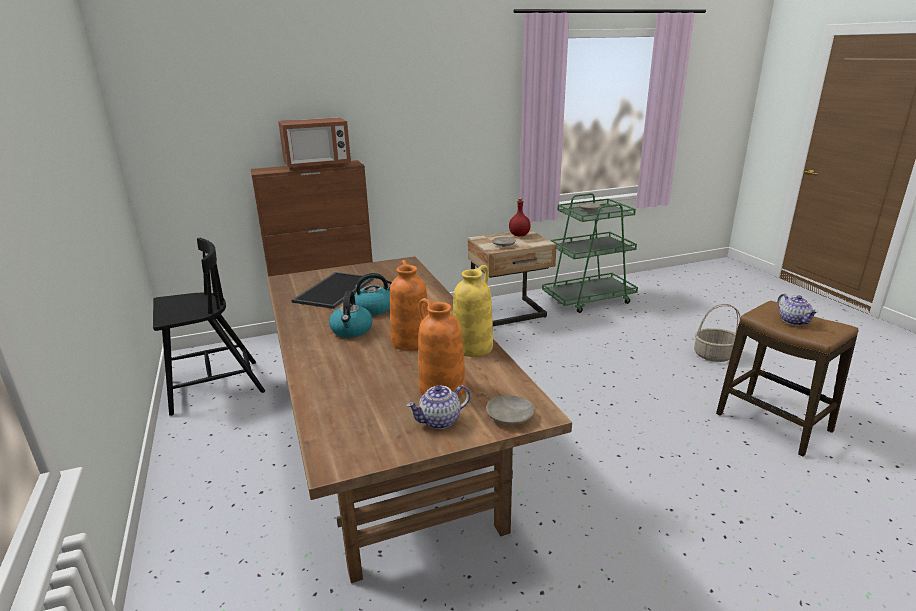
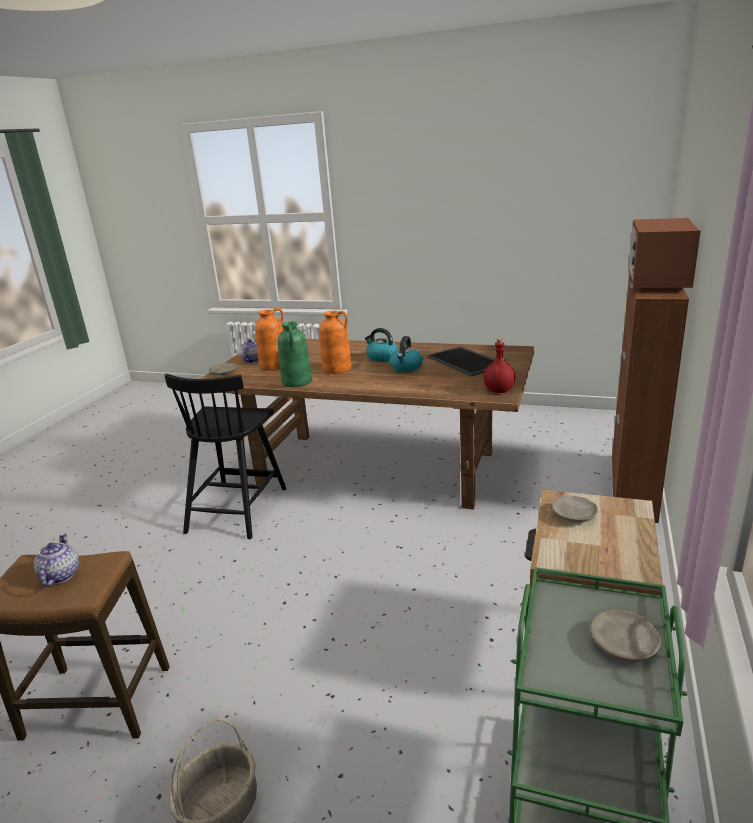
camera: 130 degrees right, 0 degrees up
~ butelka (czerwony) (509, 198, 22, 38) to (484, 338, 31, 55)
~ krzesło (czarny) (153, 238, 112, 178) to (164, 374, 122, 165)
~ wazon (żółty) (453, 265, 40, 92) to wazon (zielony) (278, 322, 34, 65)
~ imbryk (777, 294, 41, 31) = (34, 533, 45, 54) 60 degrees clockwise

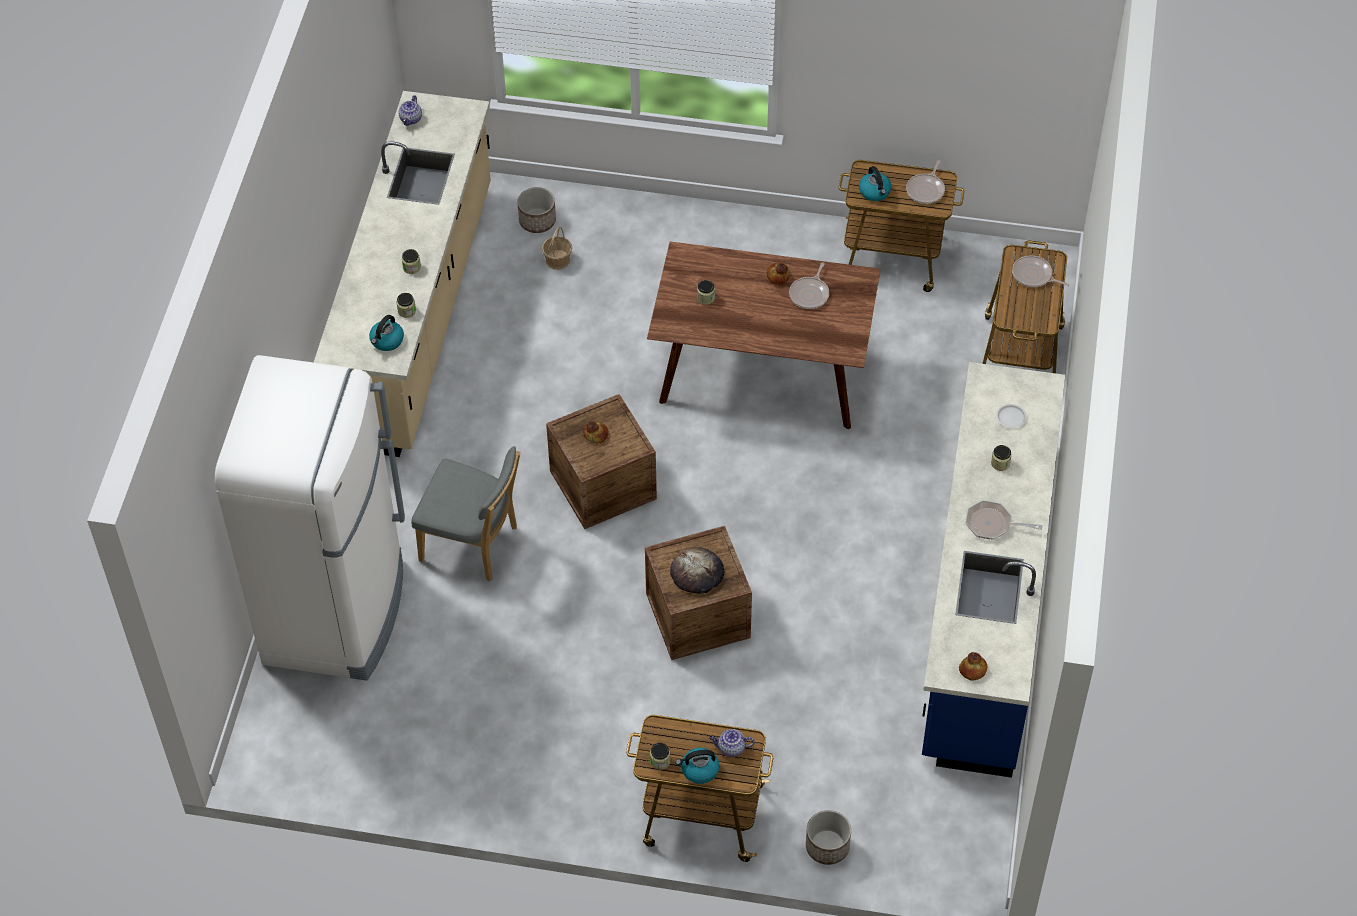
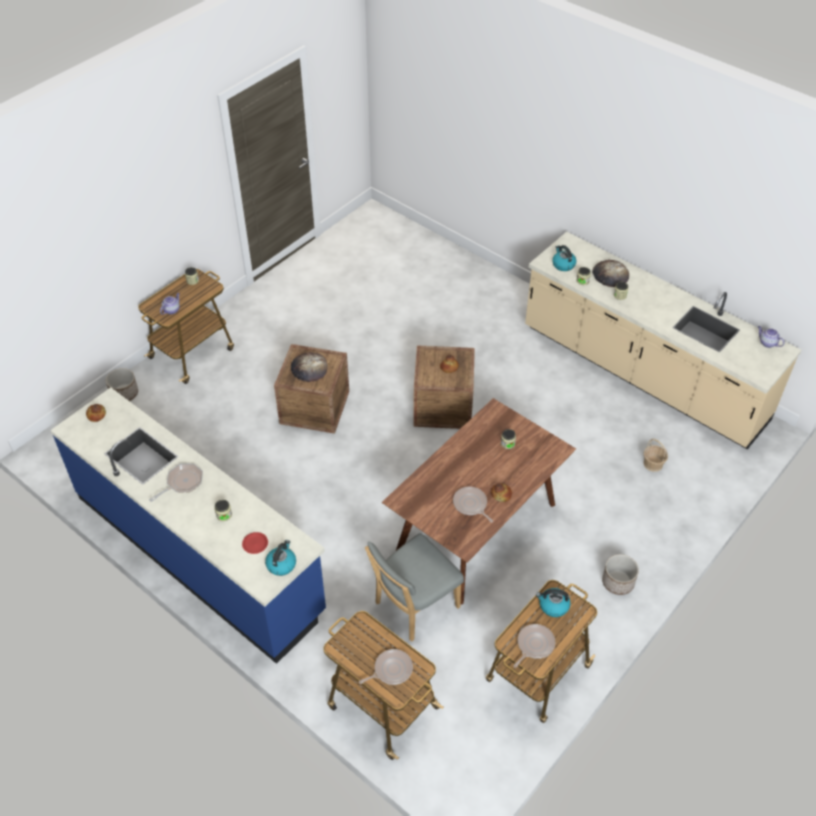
camera: 120 degrees right, 5 degrees down
~ patelnia (906, 160, 39, 44) = (514, 624, 41, 44) 75 degrees clockwise
~ donica (517, 187, 39, 46) to (602, 554, 37, 41)
- lodówka (biały) (215, 355, 190, 326)
~ talerz (biały) (996, 404, 31, 24) to talerz (czerwony) (242, 532, 26, 22)
~ krzesło (szary) (411, 446, 109, 136) to (365, 533, 99, 109)
~ czajnik (676, 748, 43, 36) to (265, 540, 31, 36)
+ chleb (592, 260, 37, 27)

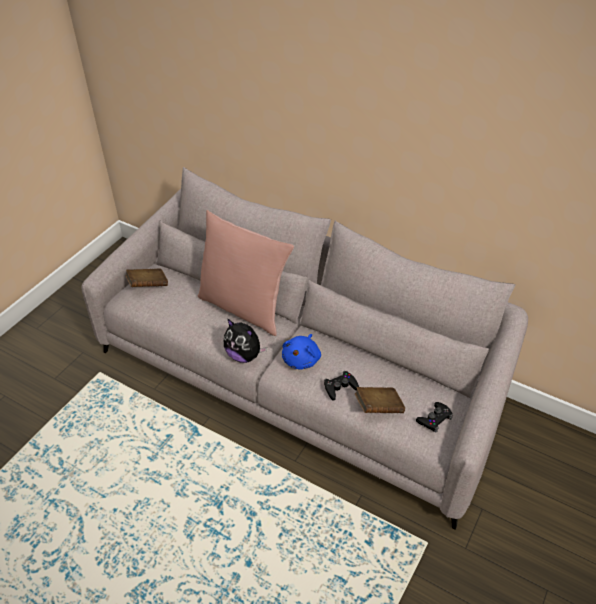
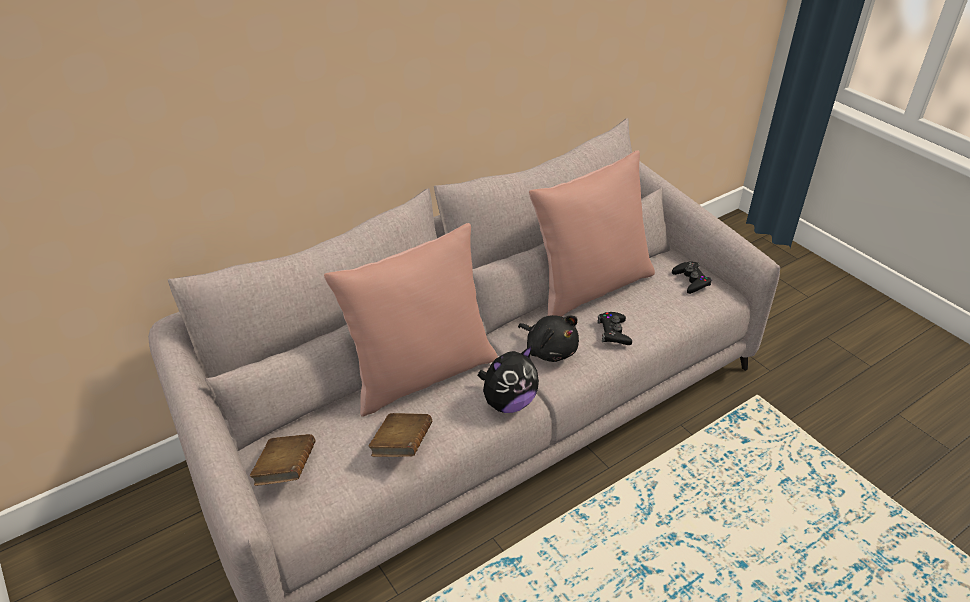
camera: 65 degrees left, 5 degrees down
~ pluszak (niebieski) (282, 334, 39, 36) to pluszak (czarny) (518, 315, 61, 47)
~ książka (brązowy) (355, 387, 50, 26) to (368, 413, 64, 44)
+ poduszka (różowy) (529, 150, 126, 167)

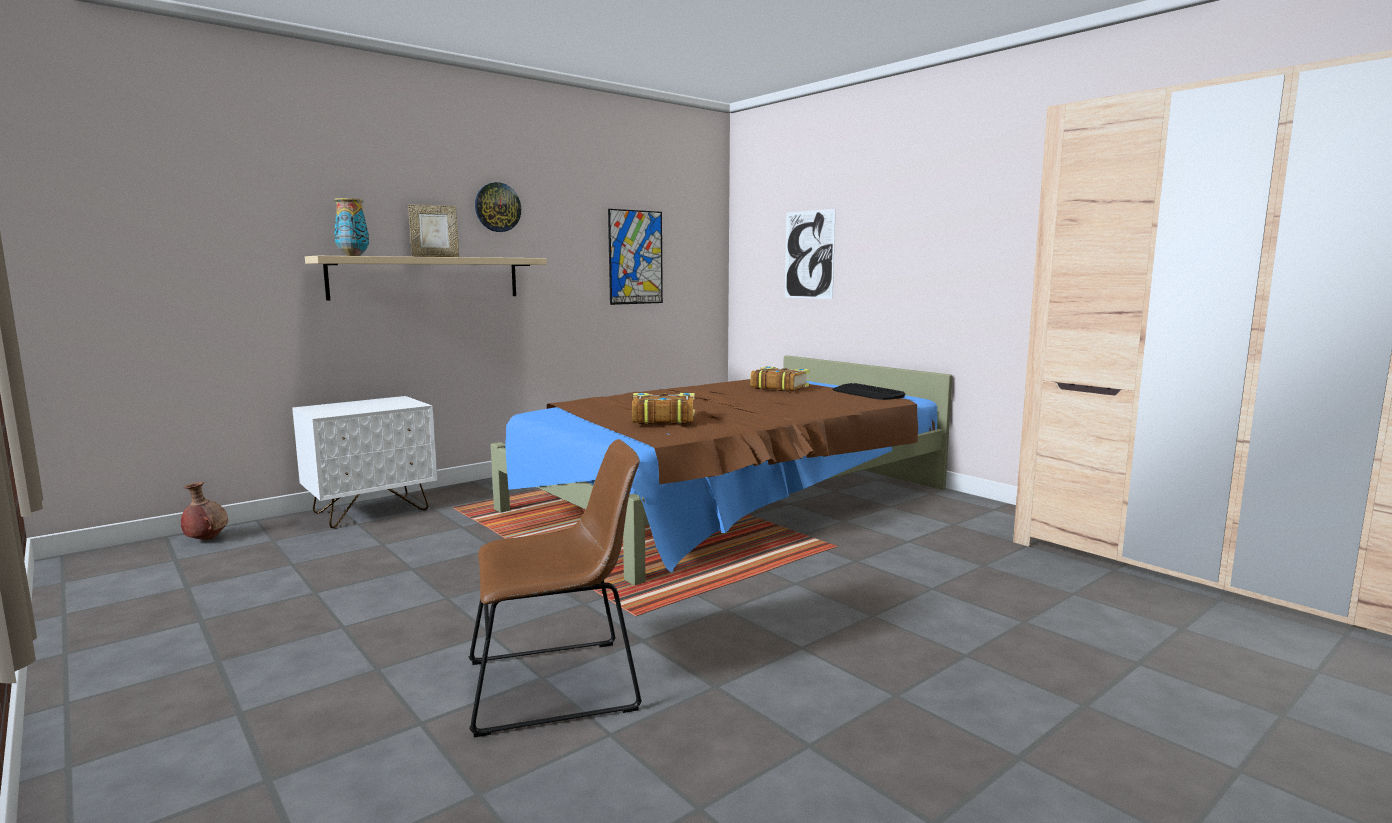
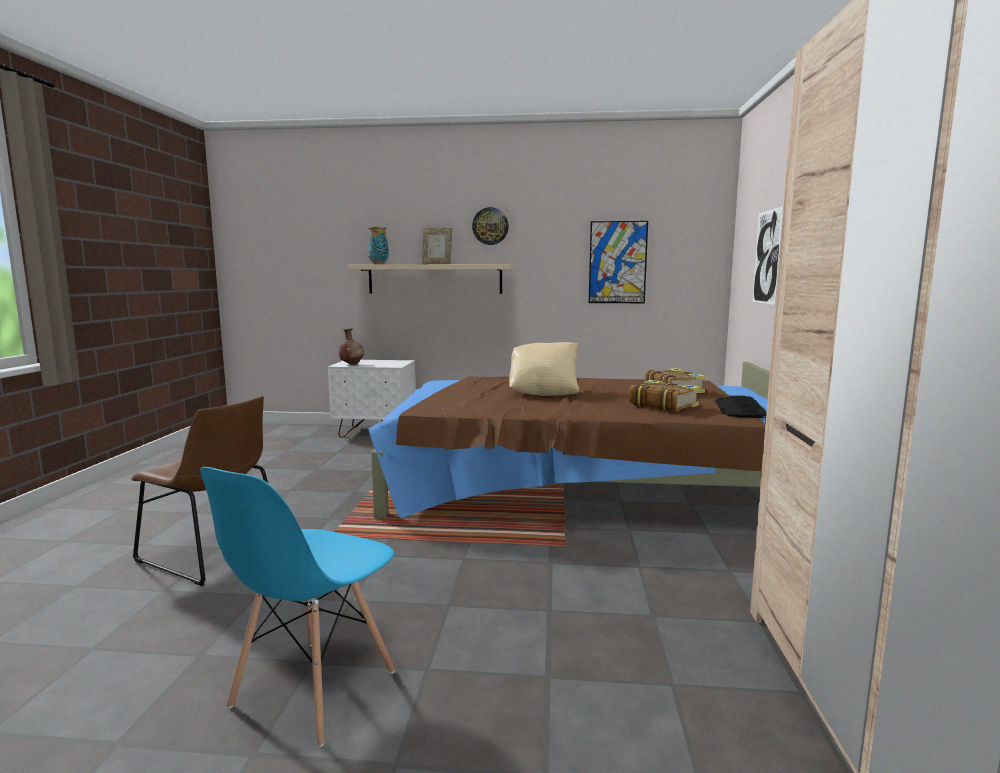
camera: 45 degrees right, 0 degrees up
~ książka (632, 393, 63, 31) to (629, 380, 71, 32)
~ wazon (brązowy) (181, 482, 47, 58) to (339, 328, 25, 37)
+ poduszka (beżowy) (509, 342, 70, 54)
+ krzesło (niebieski) (200, 467, 195, 280)

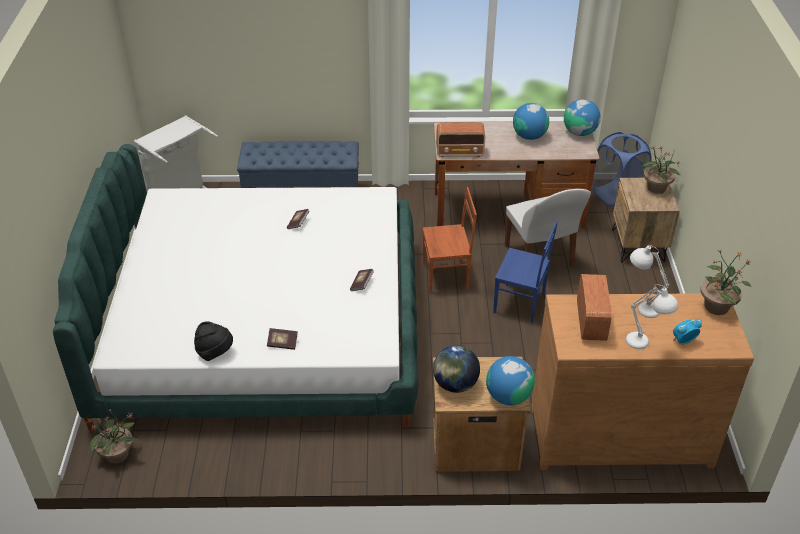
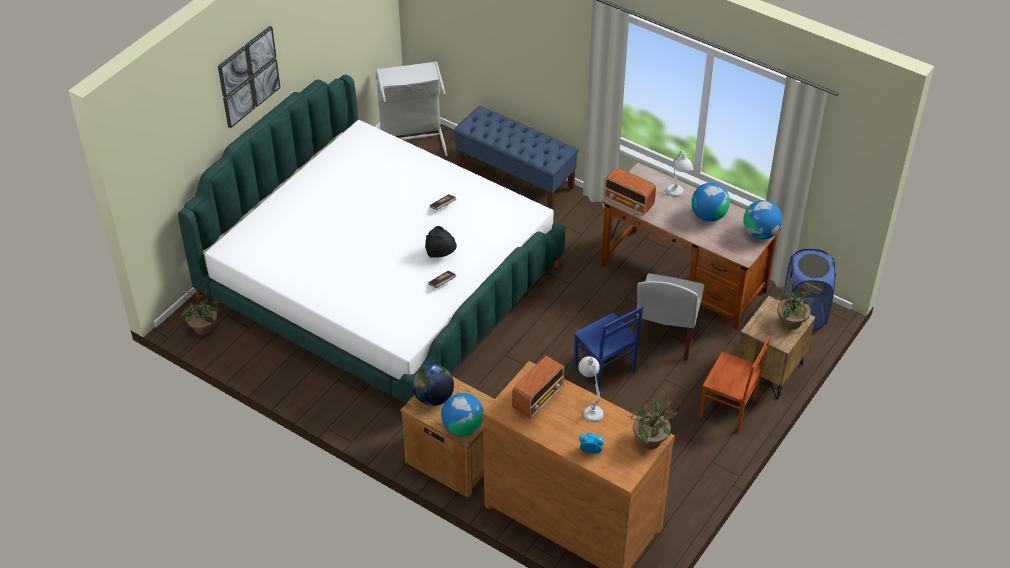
camera: 35 degrees right, 5 degrees up
~ krzesło (brązowy) (423, 187, 54, 106) to (700, 335, 71, 97)
~ lampa stołowa (biały) (626, 284, 52, 65) to (666, 149, 27, 48)
~ kapelusz (czarny) (194, 321, 39, 40) to (425, 226, 32, 32)
- książka (267, 328, 31, 22)
+ obraz (218, 26, 63, 102)

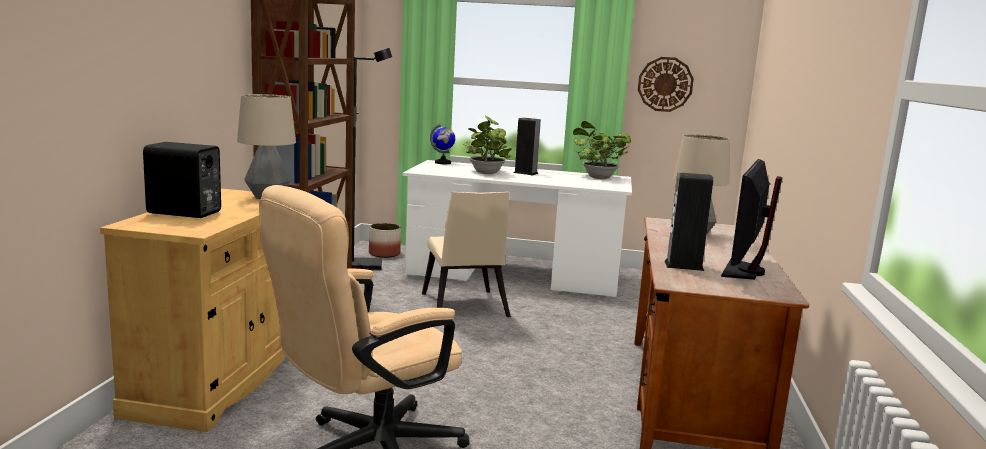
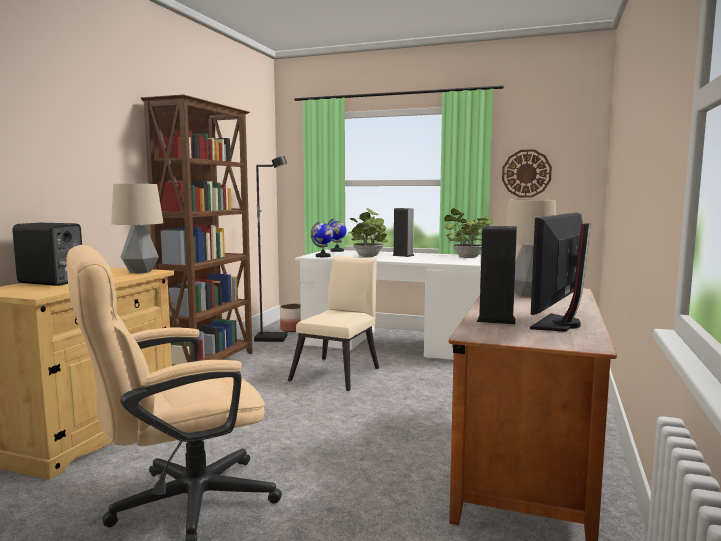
camera: 10 degrees right, 5 degrees down
~ krzesło (beżowy) (422, 192, 89, 125) = (288, 255, 91, 136) 150 degrees counterclockwise
+ globus (311, 221, 23, 36)

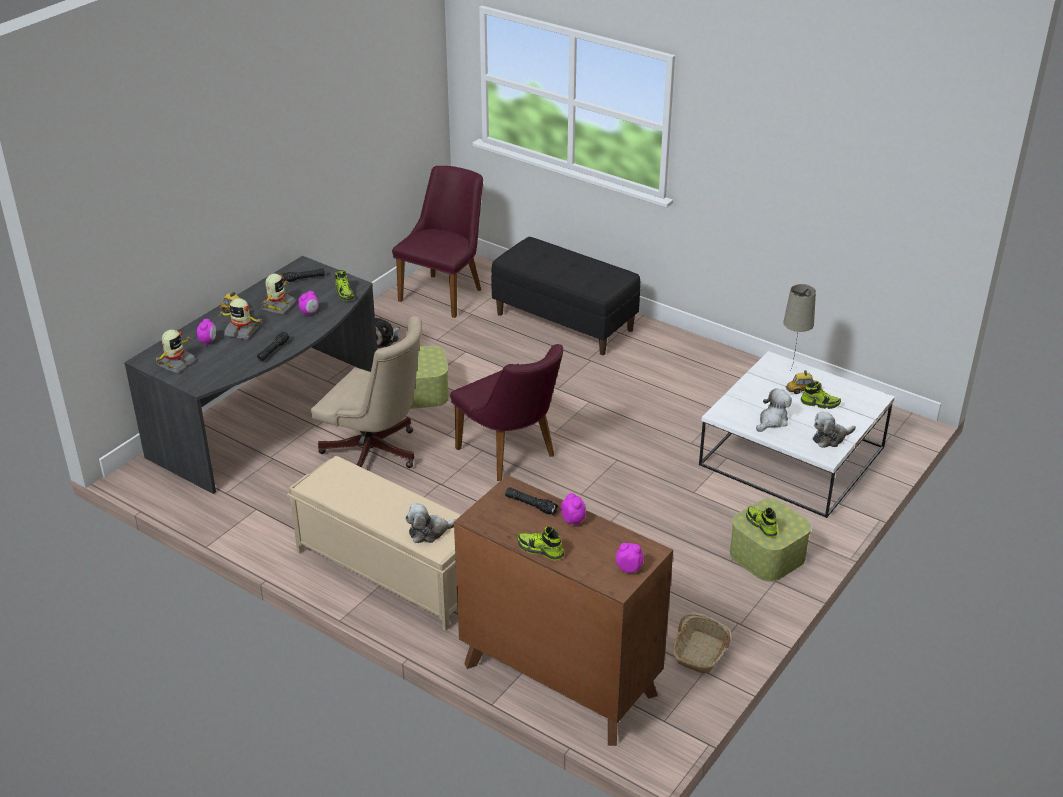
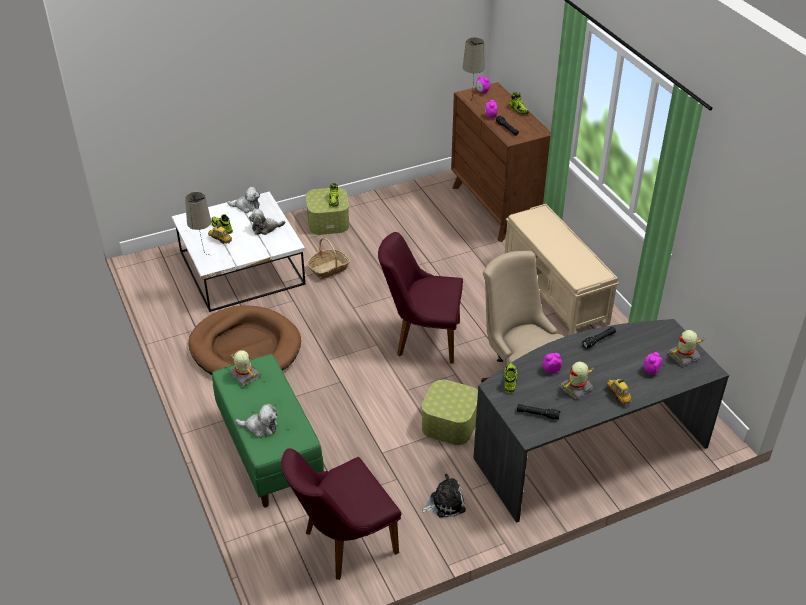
camera: 150 degrees left, 5 degrees up
~ ławka (czarny) (491, 237, 149, 118) to ławka (zielony) (212, 354, 112, 153)
~ robot zabawkowy (218, 298, 44, 42) to (230, 350, 31, 36)
~ krzesło (fioletowy) (450, 344, 113, 137) = (378, 232, 85, 132) 75 degrees counterclockwise
~ pluszak (405, 503, 53, 40) to (235, 404, 43, 34)
~ koszyk (673, 612, 59, 61) to (307, 238, 43, 42)
+ lampa stołowa (beżowy) (463, 37, 22, 64)
+ legowisko (brązowy) (188, 305, 113, 70)

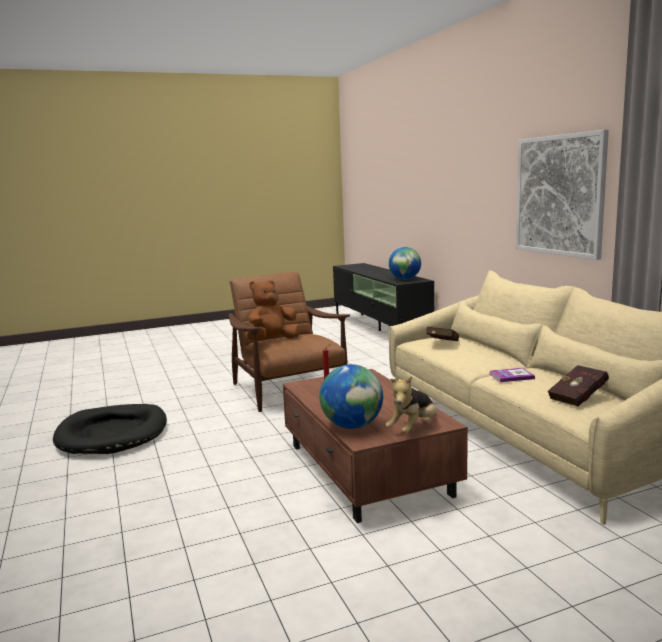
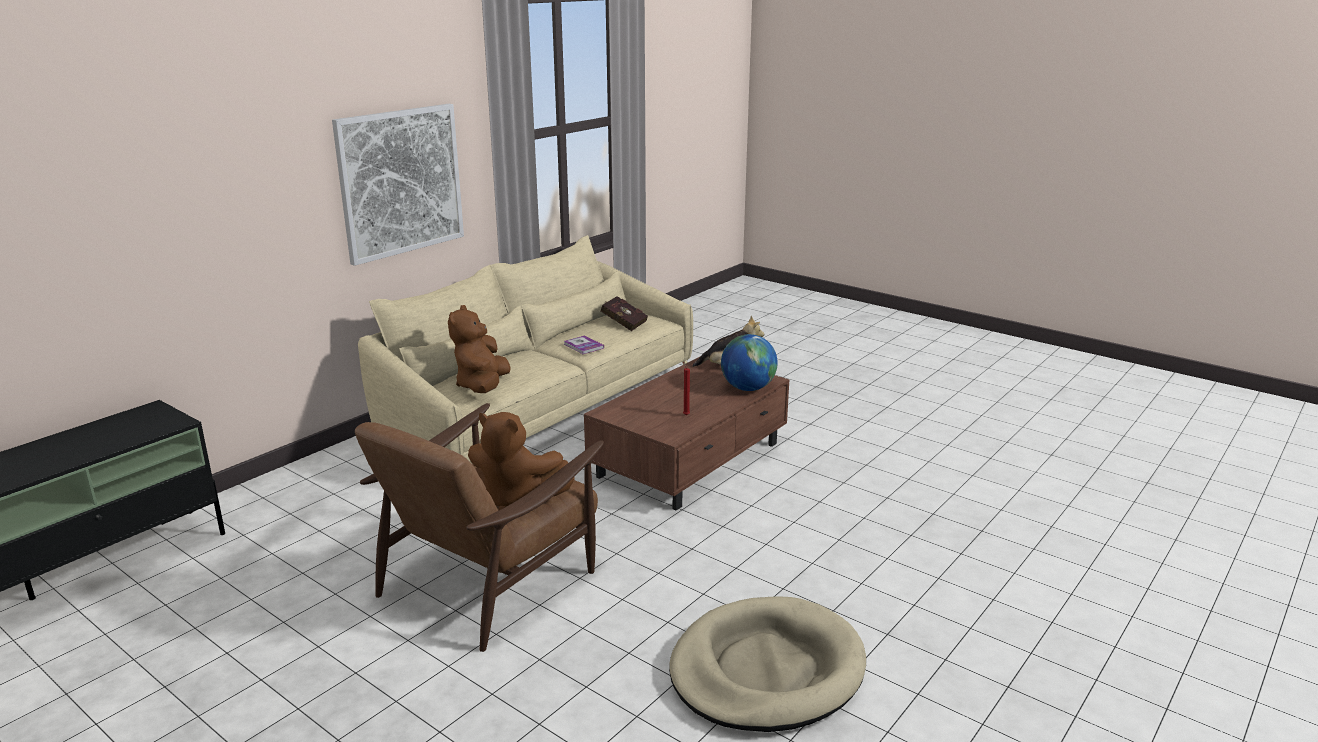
camera: 120 degrees left, 10 degrees up
- globus (389, 247, 32, 33)
~ książka (czerwony) (426, 327, 33, 14) to pluszak (brązowy) (448, 305, 63, 88)
~ legowisko (czarny) (53, 404, 114, 50) to legowisko (beżowy) (669, 596, 197, 136)

